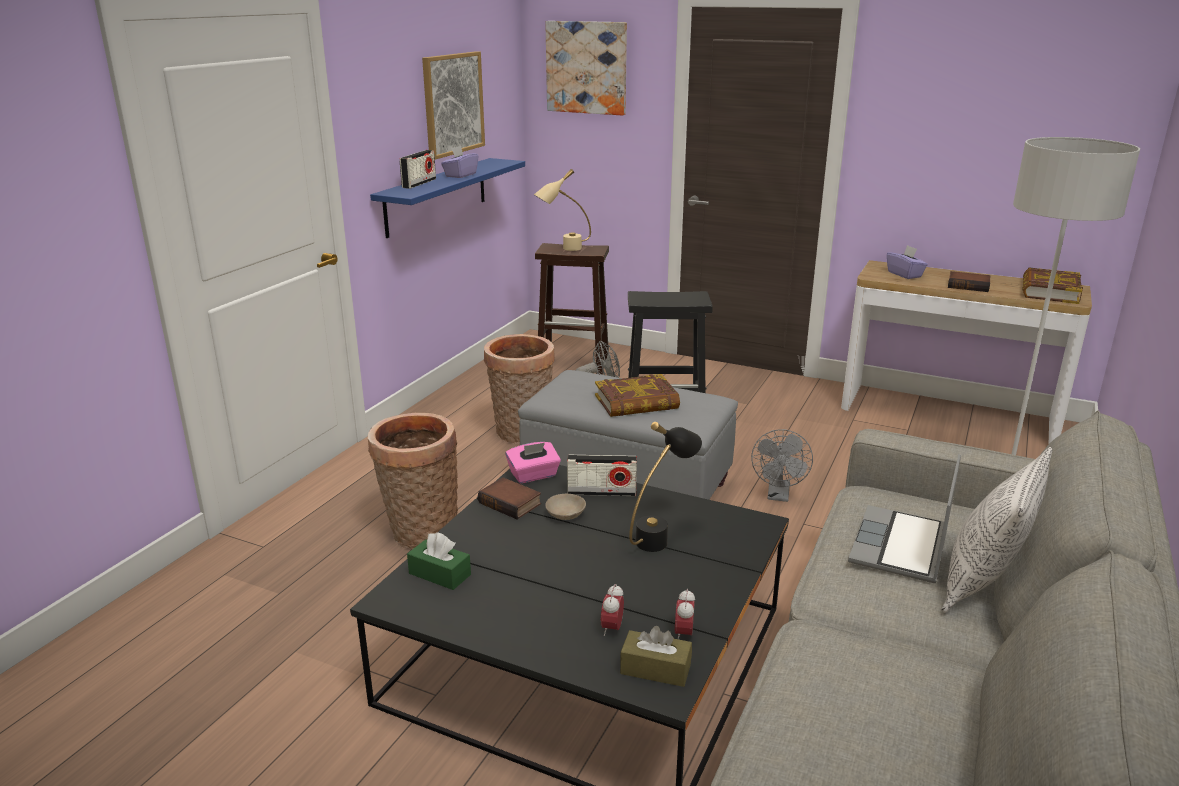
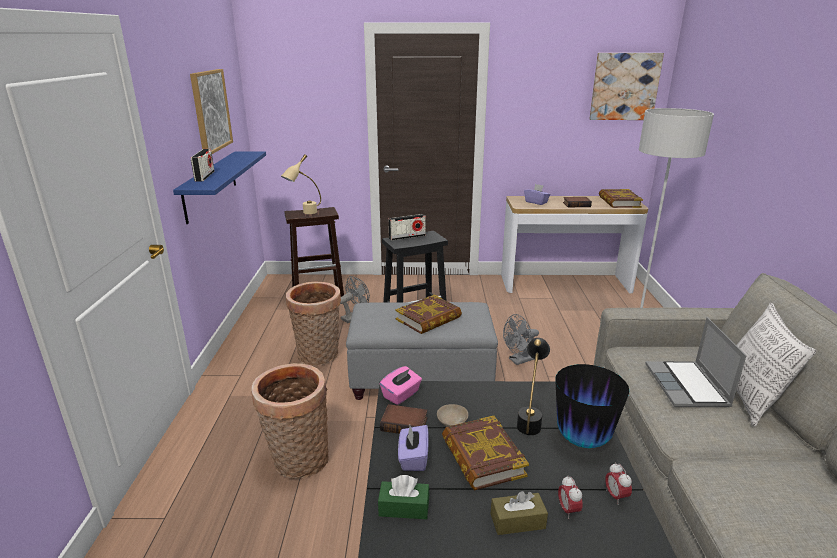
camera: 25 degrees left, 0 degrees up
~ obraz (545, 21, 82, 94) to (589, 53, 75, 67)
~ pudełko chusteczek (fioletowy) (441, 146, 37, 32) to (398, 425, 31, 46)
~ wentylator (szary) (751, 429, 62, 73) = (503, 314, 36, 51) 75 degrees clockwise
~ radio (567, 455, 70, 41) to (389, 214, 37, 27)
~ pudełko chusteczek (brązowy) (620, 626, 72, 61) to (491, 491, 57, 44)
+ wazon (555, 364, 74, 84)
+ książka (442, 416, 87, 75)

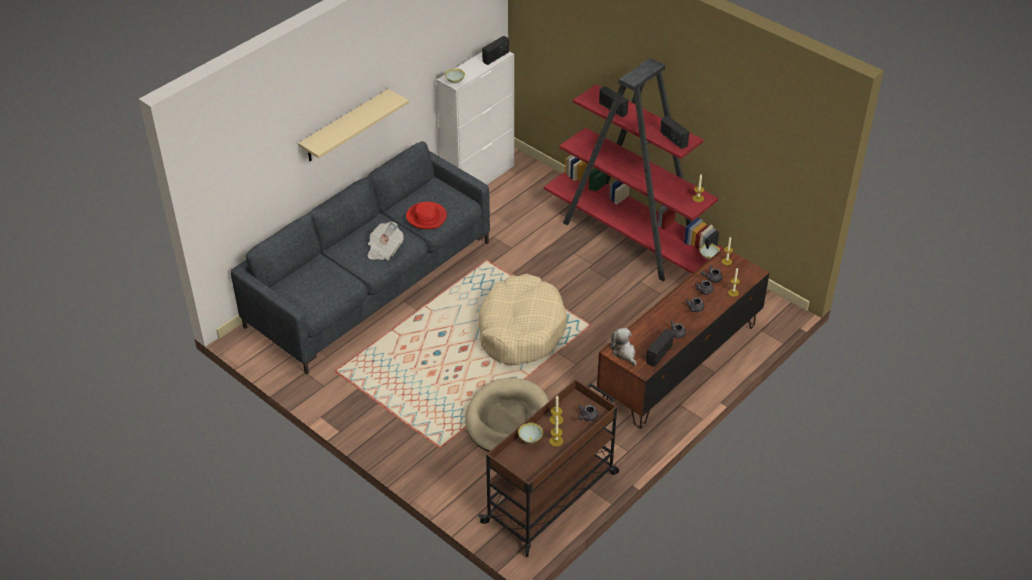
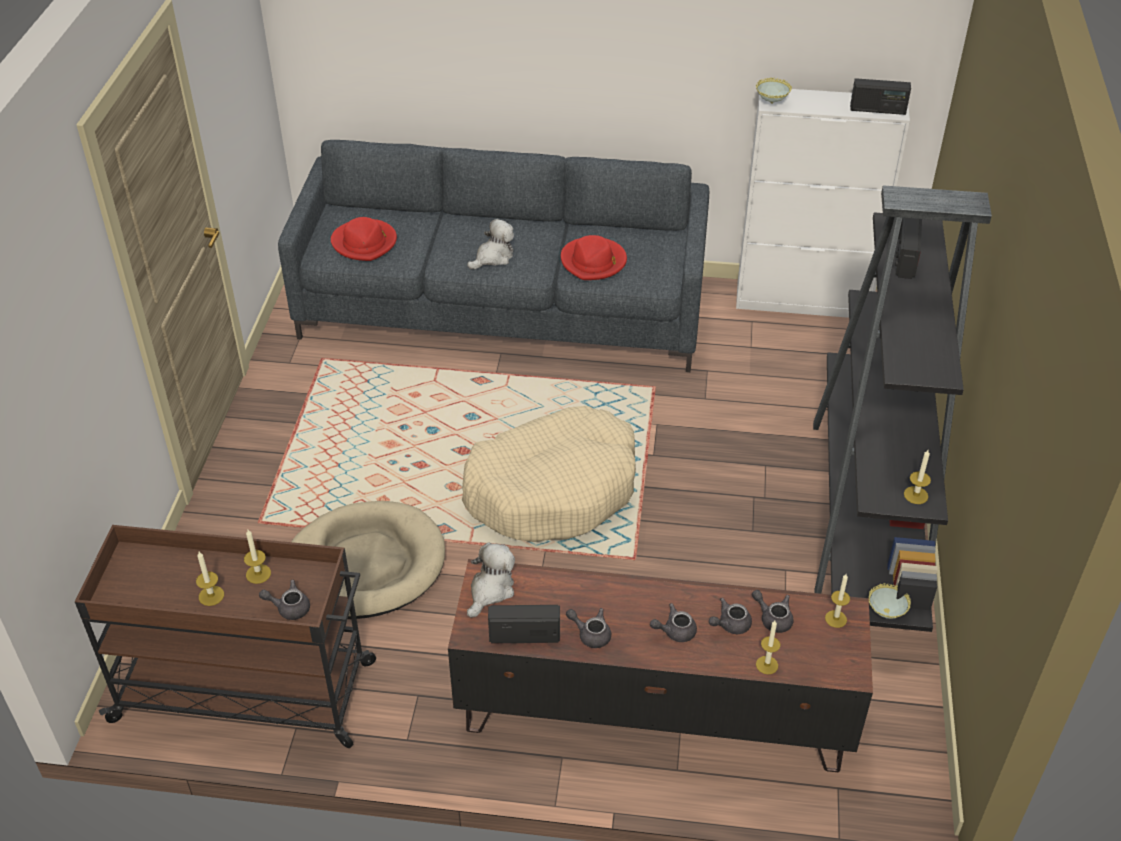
camera: 55 degrees right, 0 degrees up
~ regał (czerwony) (544, 58, 179, 223) to regał (czarny) (813, 185, 179, 447)
- półka (beżowy) (298, 89, 111, 72)
- radio (660, 116, 29, 33)
~ gazeta (368, 222, 35, 38) to pluszak (467, 219, 47, 50)
- miska (518, 422, 25, 21)
+ kapelusz (czerwony) (331, 217, 66, 44)

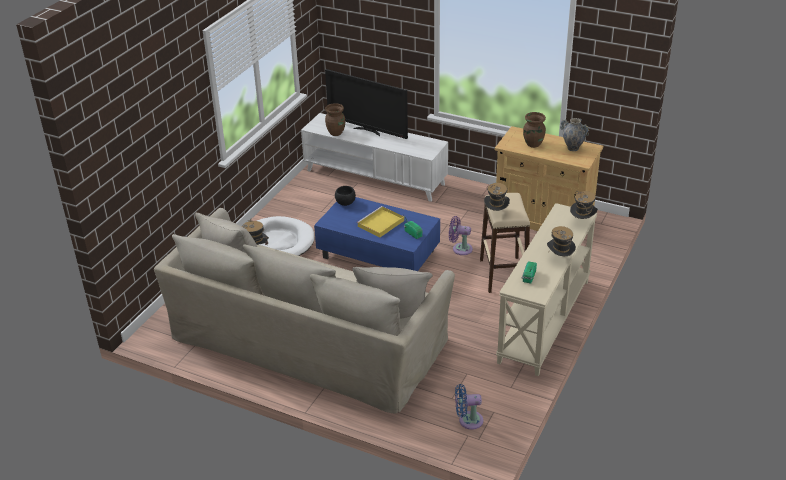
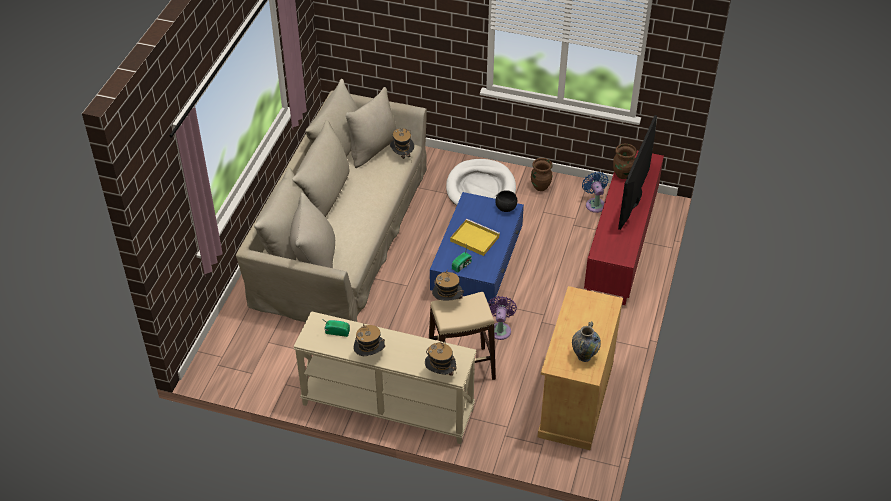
camera: 80 degrees right, 10 degrees up
~ wazon (brązowy) (523, 112, 23, 36) to (531, 158, 21, 33)
~ szafka pod telewizor (biały) (301, 113, 147, 89) to szafka pod telewizor (czerwony) (584, 151, 80, 154)
~ wentylator (niebieski) (455, 384, 29, 46) to (582, 172, 26, 41)

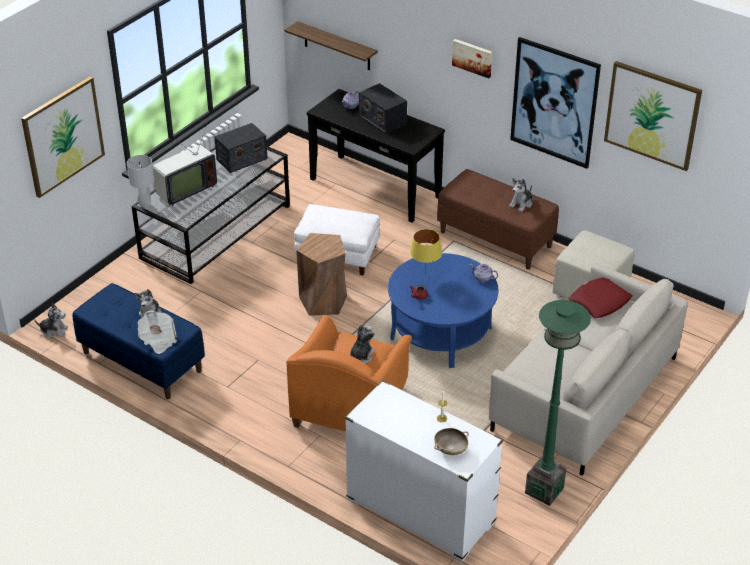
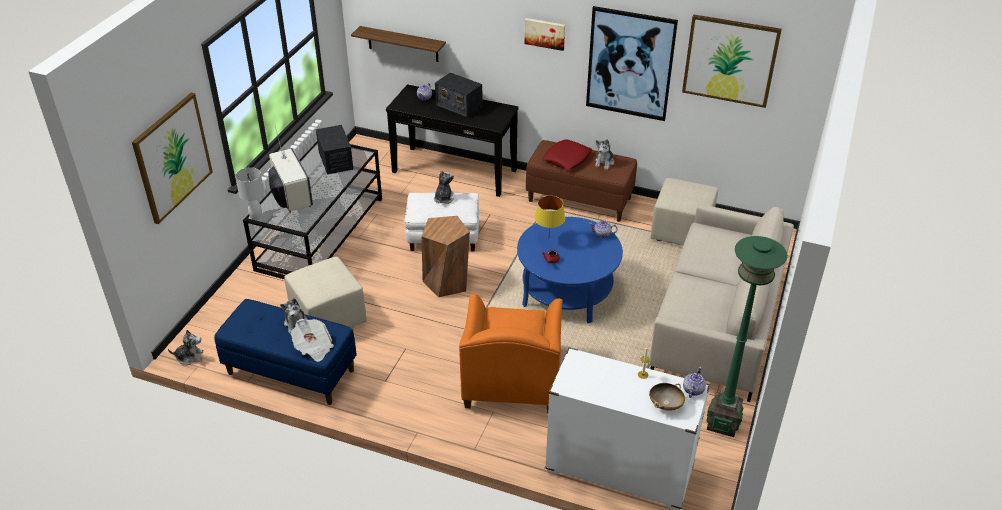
camera: 15 degrees left, 0 degrees up
~ telewizor (153, 123, 64, 83) = (268, 127, 45, 86) 60 degrees counterclockwise
~ radio (214, 123, 54, 50) = (316, 125, 37, 49) 60 degrees counterclockwise
~ poduszka (czerwony) (569, 278, 64, 40) to (542, 139, 50, 31)
~ pluszak (350, 325, 25, 39) to (434, 171, 20, 33)
+ pufa (beżowy) (284, 257, 83, 71)
+ imbryk (683, 366, 23, 32)

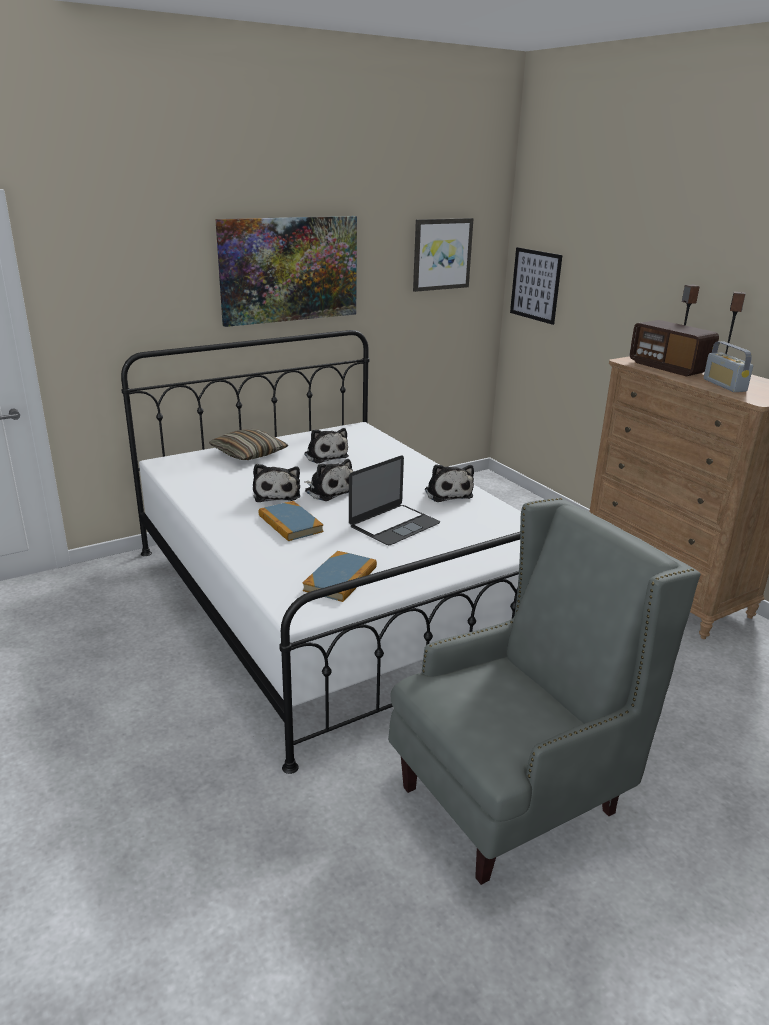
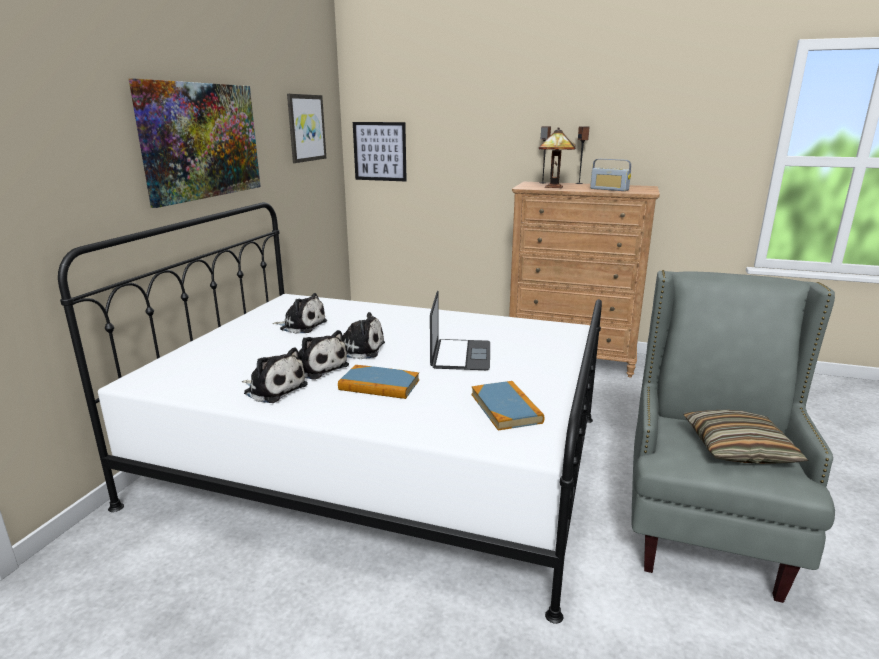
camera: 40 degrees left, 5 degrees down
~ radio (630, 320, 89, 57) to lampa stołowa (539, 127, 37, 61)
~ poduszka (209, 429, 79, 31) to (684, 410, 124, 54)
~ pluszak (425, 464, 49, 38) to (242, 348, 66, 55)

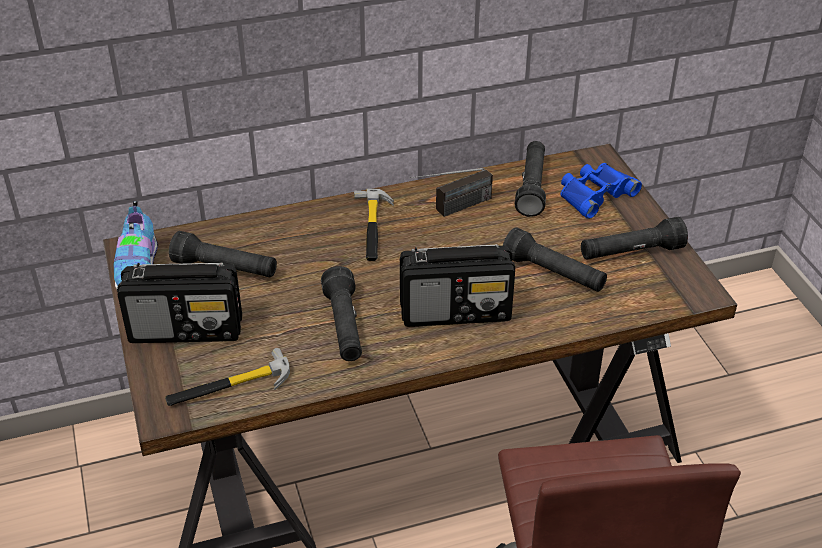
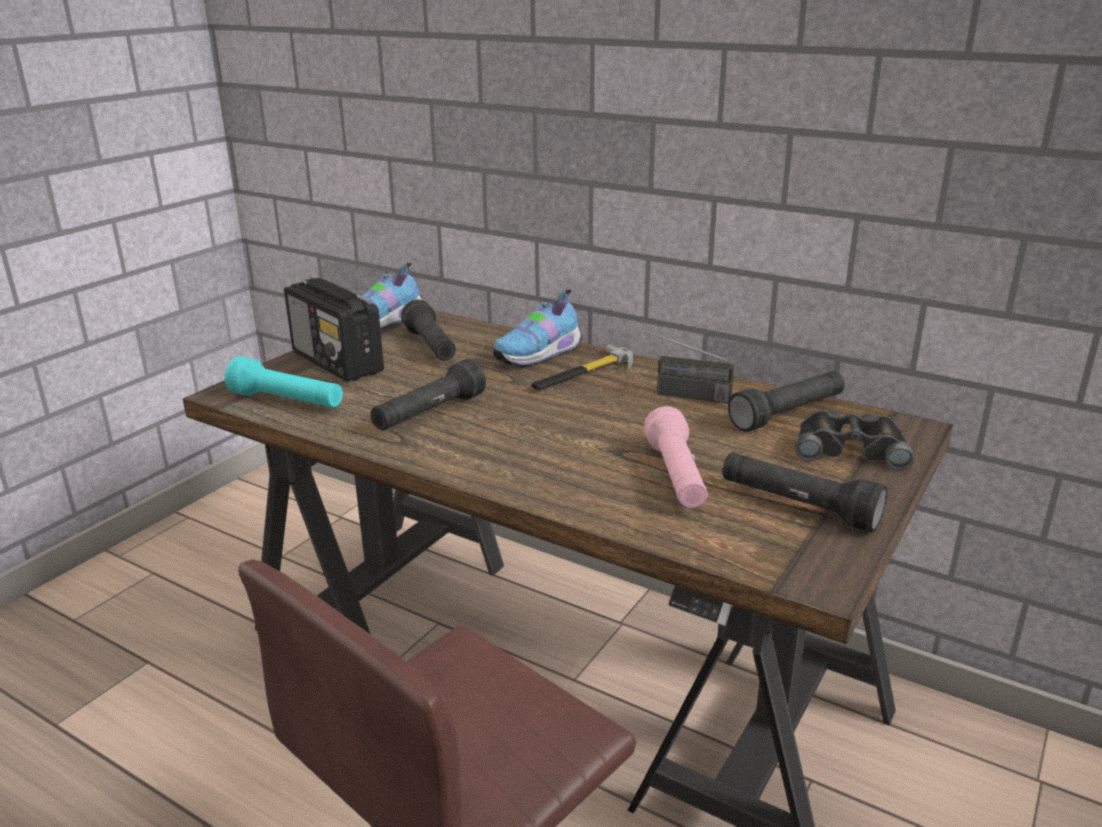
camera: 50 degrees right, 15 degrees down
~ lornetka (niebieski) (560, 163, 82, 56) to lornetka (czarny) (796, 410, 118, 61)
~ latarka (czarny) (503, 227, 104, 65) to latarka (różowy) (644, 406, 63, 102)
- radio (400, 244, 115, 83)
~ młotek (165, 348, 125, 58) to latarka (turkusowy) (225, 356, 118, 52)
+ but (493, 289, 89, 78)

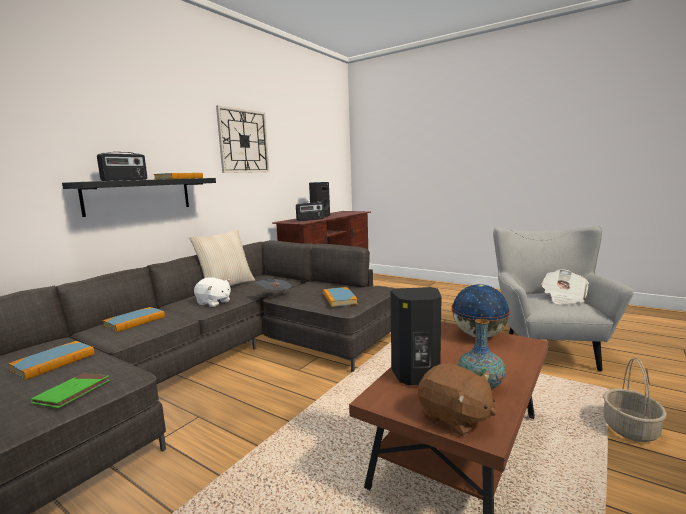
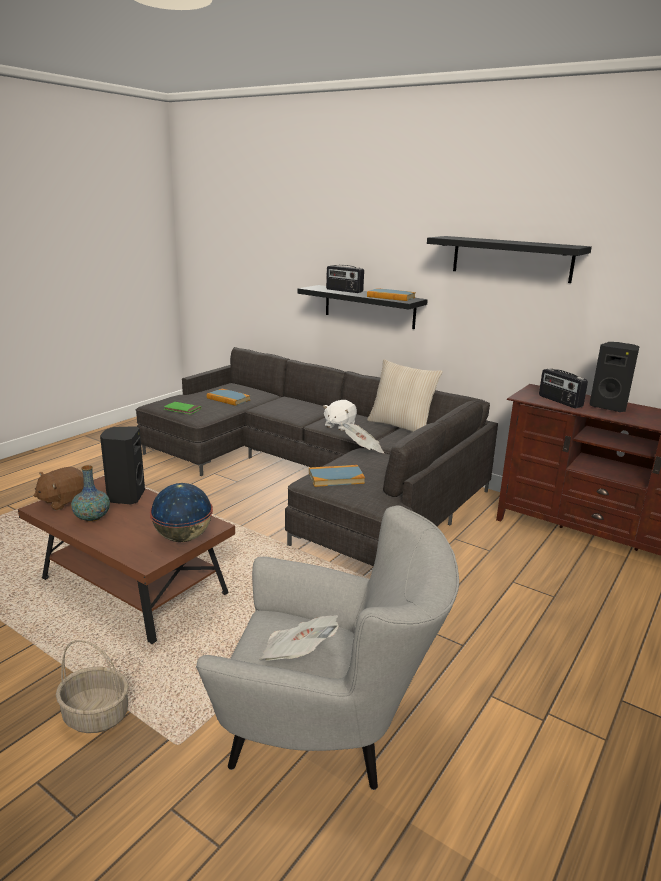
camera: 90 degrees right, 10 degrees up
~ zegar ścienny (216, 105, 53, 68) to półka (czarny) (427, 236, 165, 47)
- książka (103, 307, 62, 25)

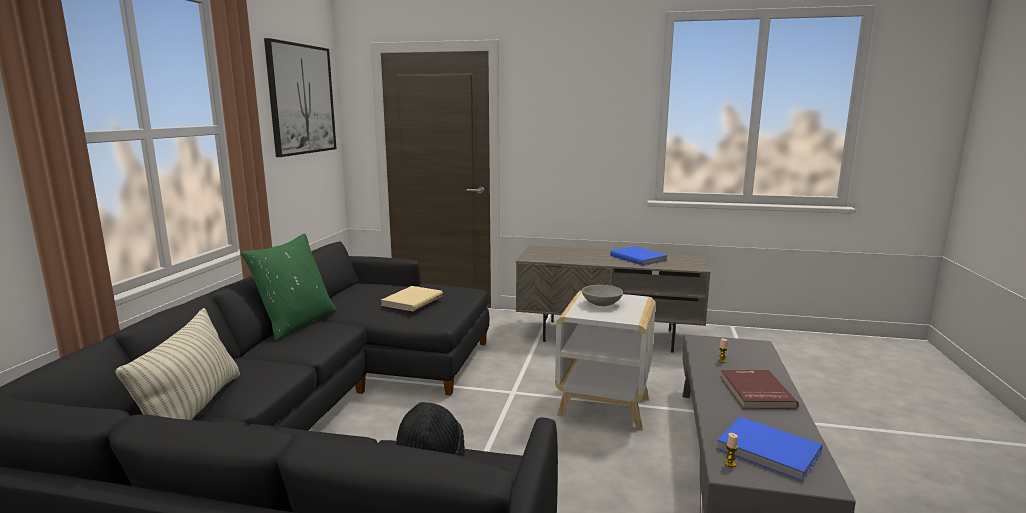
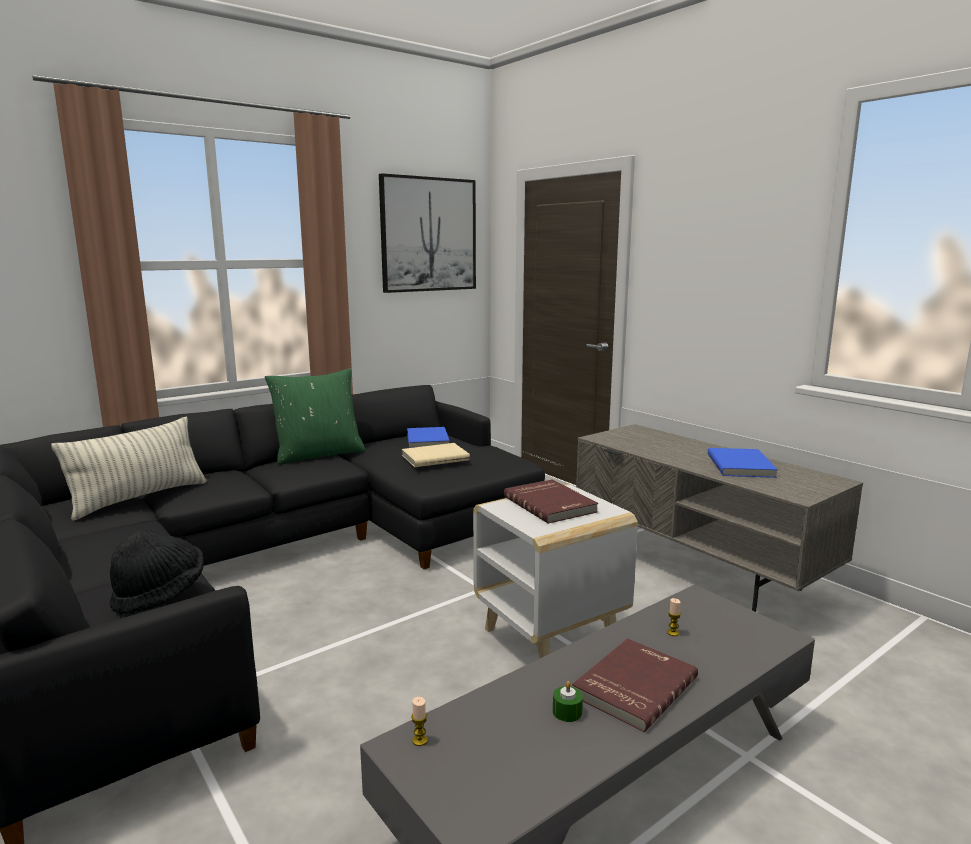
camera: 40 degrees right, 0 degrees up
~ miska (szary) (582, 285, 41, 21) to książka (czerwony) (504, 479, 94, 45)
~ książka (niebieski) (717, 417, 105, 64) to (407, 427, 43, 21)
+ świeca (zielony) (553, 681, 30, 41)

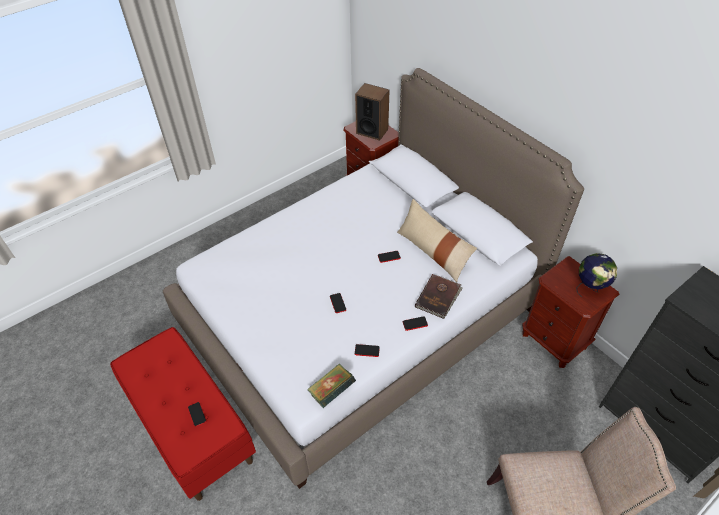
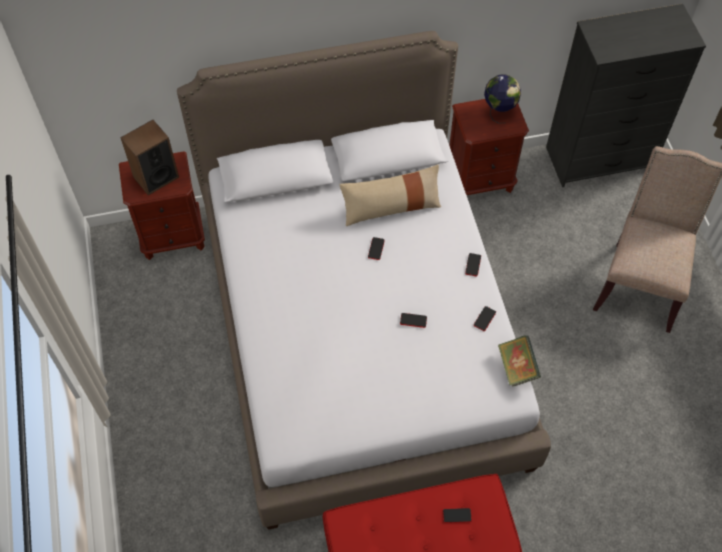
camera: 65 degrees left, 10 degrees up
- książka (brązowy) (415, 274, 48, 45)

